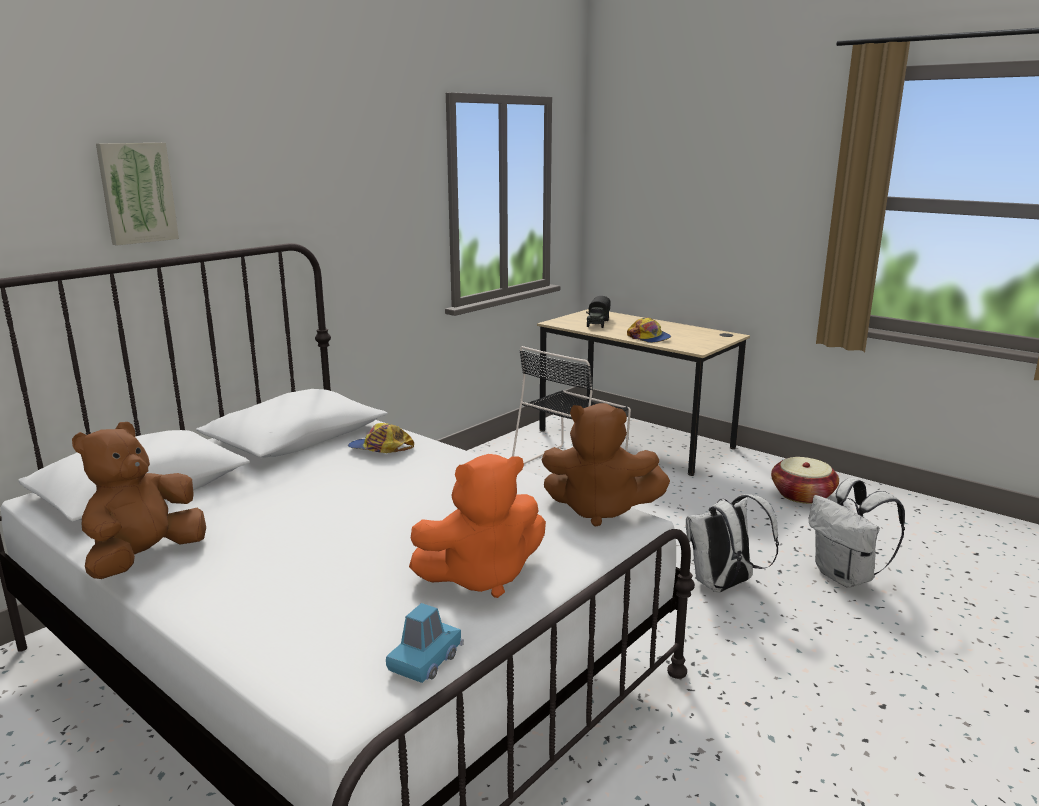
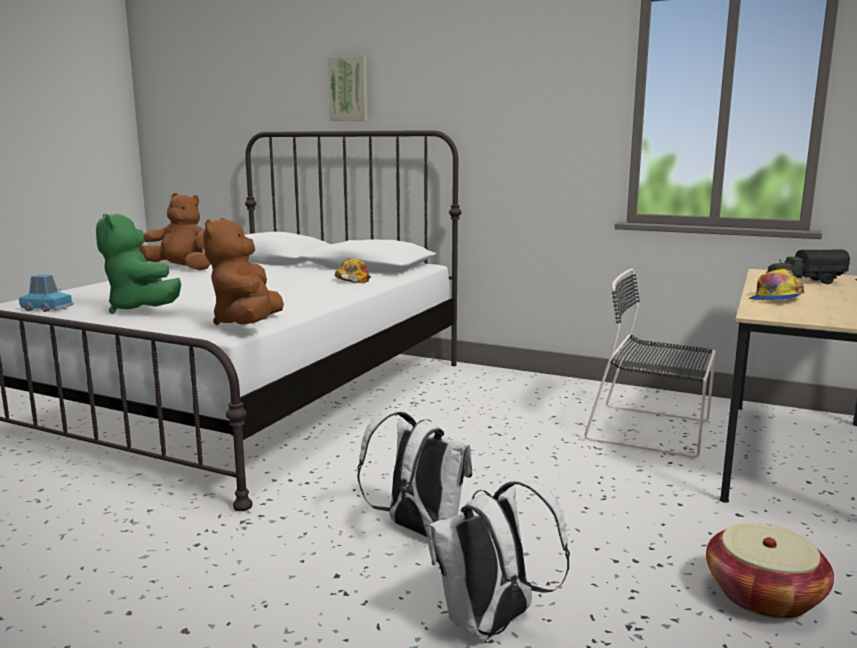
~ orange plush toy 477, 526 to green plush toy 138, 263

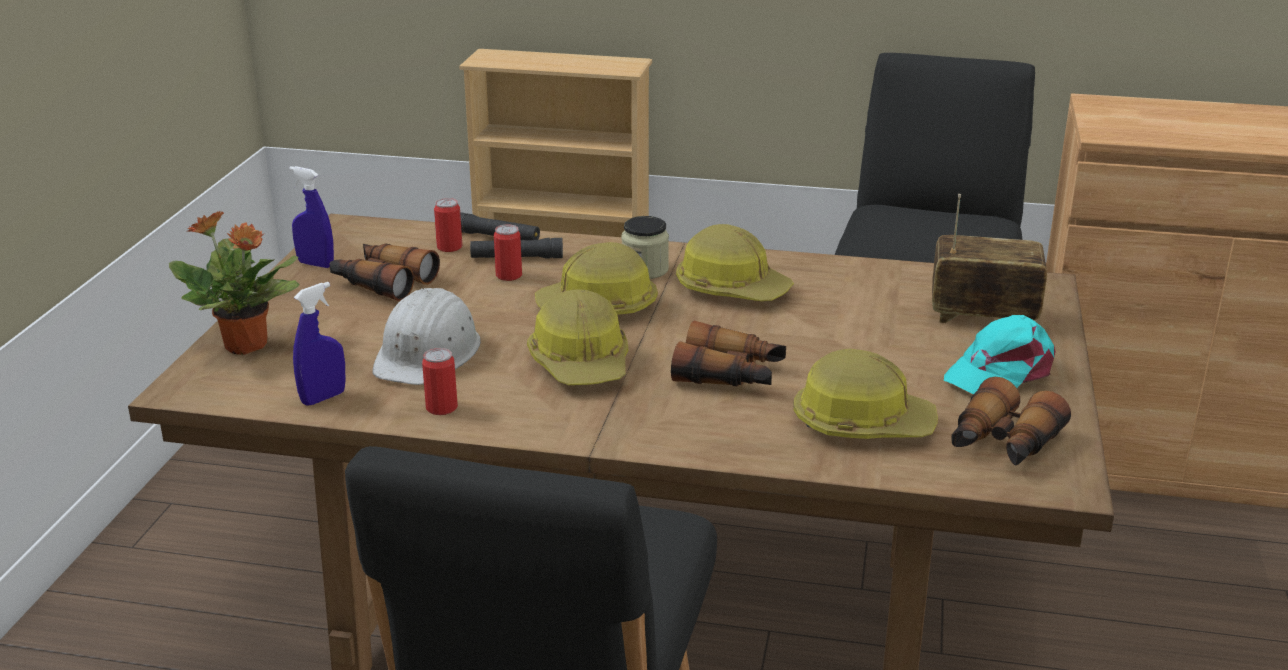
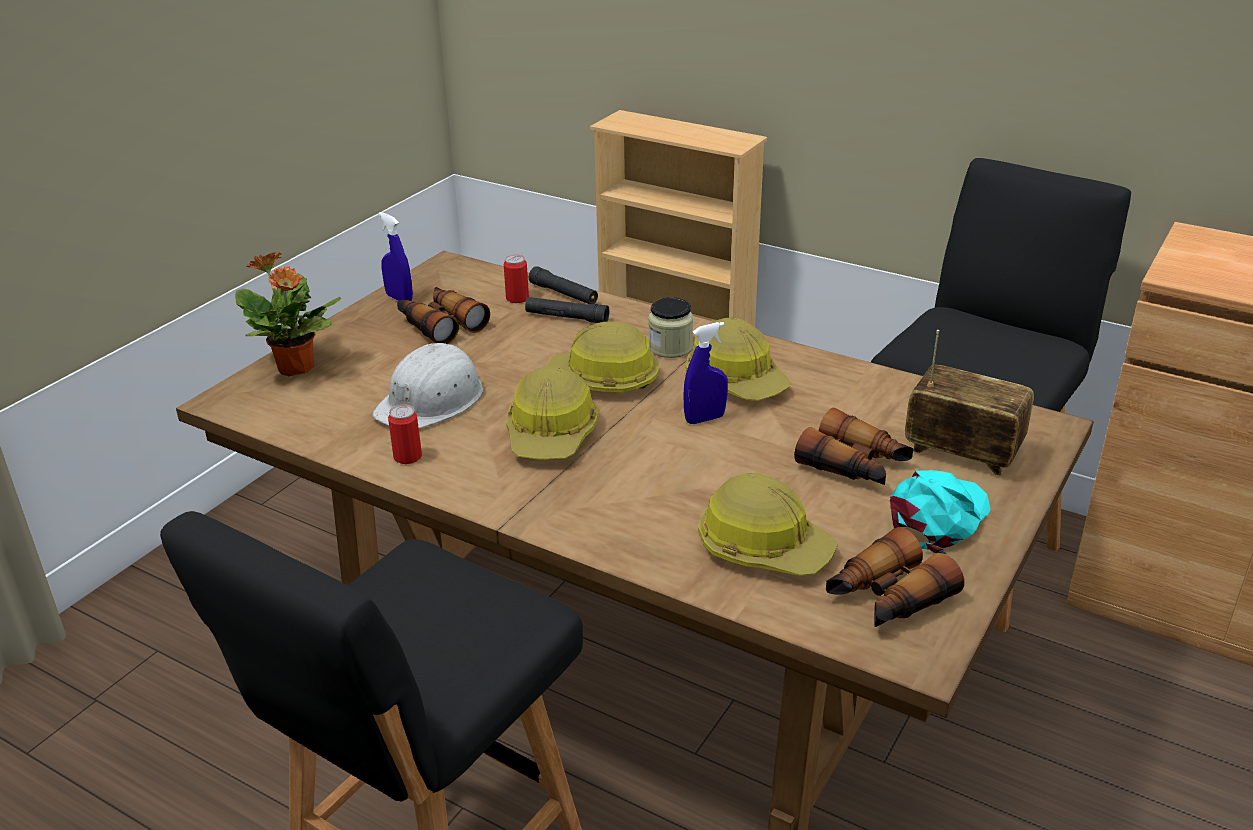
- can 508, 252
~ blue spray bottle 319, 344 to 705, 373
~ binoculars 728, 354 to 853, 446
~ turquoise cap 999, 354 = 940, 512 150 degrees clockwise

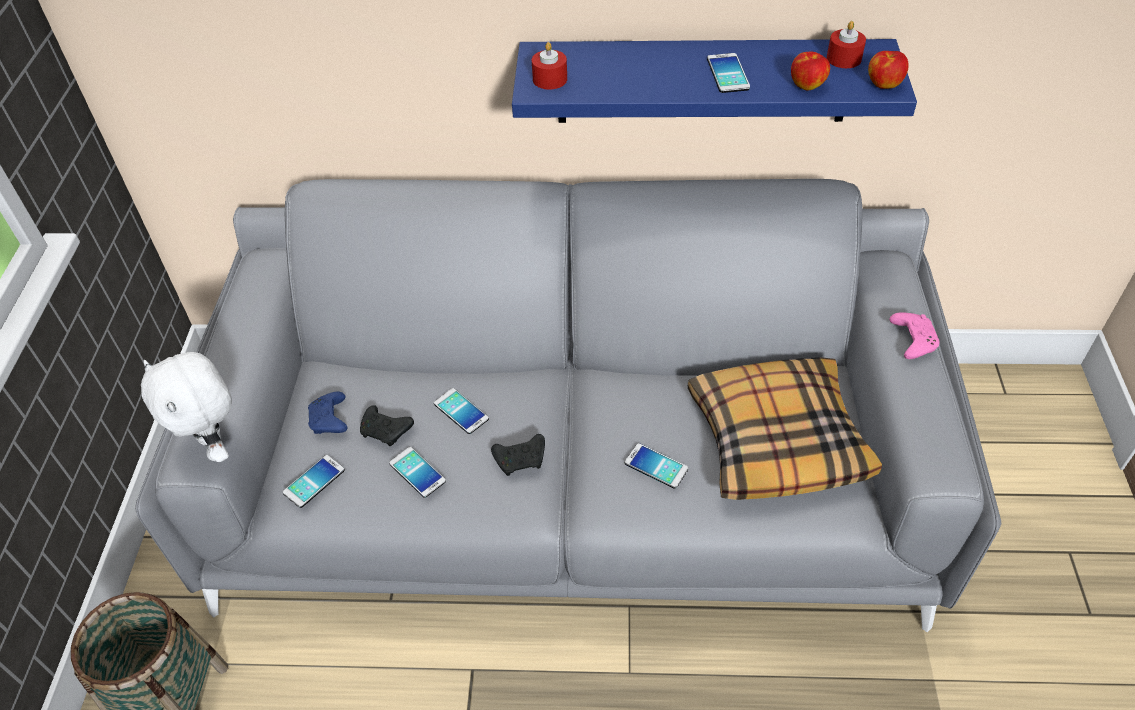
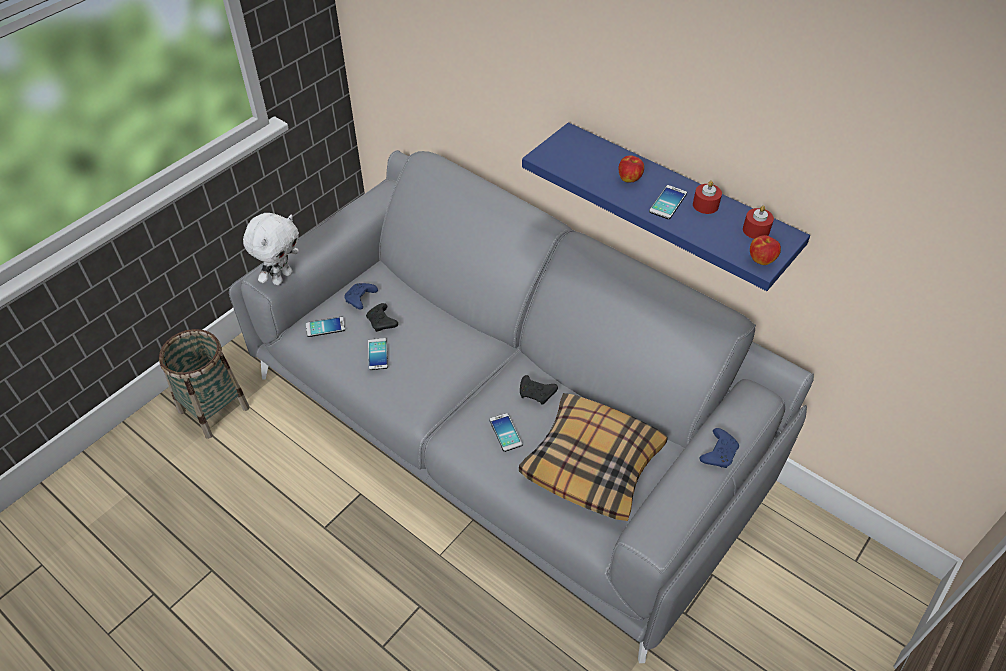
- phone 461, 411
~ black game controller 518, 455 to 539, 390
~ red candle 549, 66 to 707, 197
~ apple 810, 71 to 631, 168
~ pink game controller 914, 335 to blue game controller 719, 448
~ white plush toy 186, 407 = 271, 249 150 degrees counterclockwise

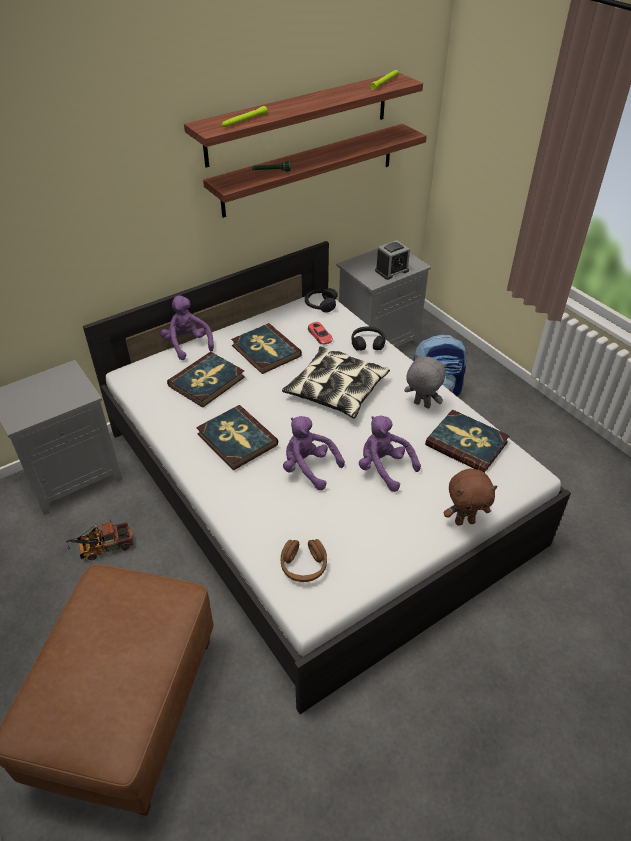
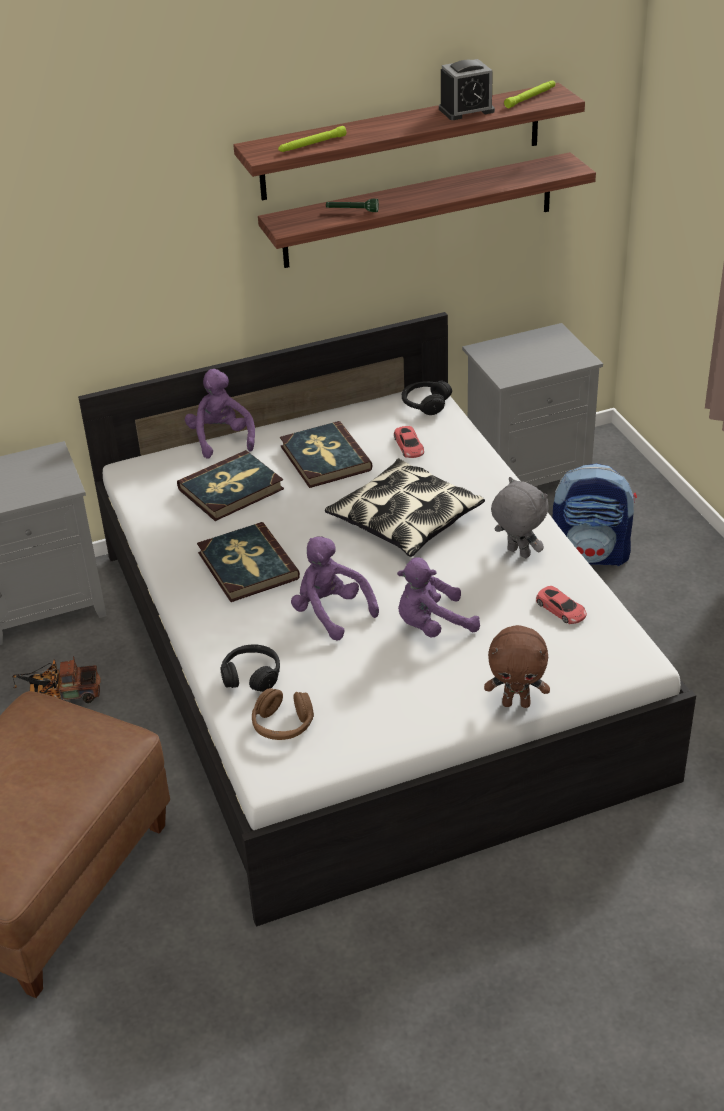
~ black headphones 368, 339 to 250, 668
~ alarm clock 392, 260 to 467, 89
~ book 467, 441 to red toy car 561, 605
~ purple plush toy 390, 454 = 438, 598 75 degrees counterclockwise

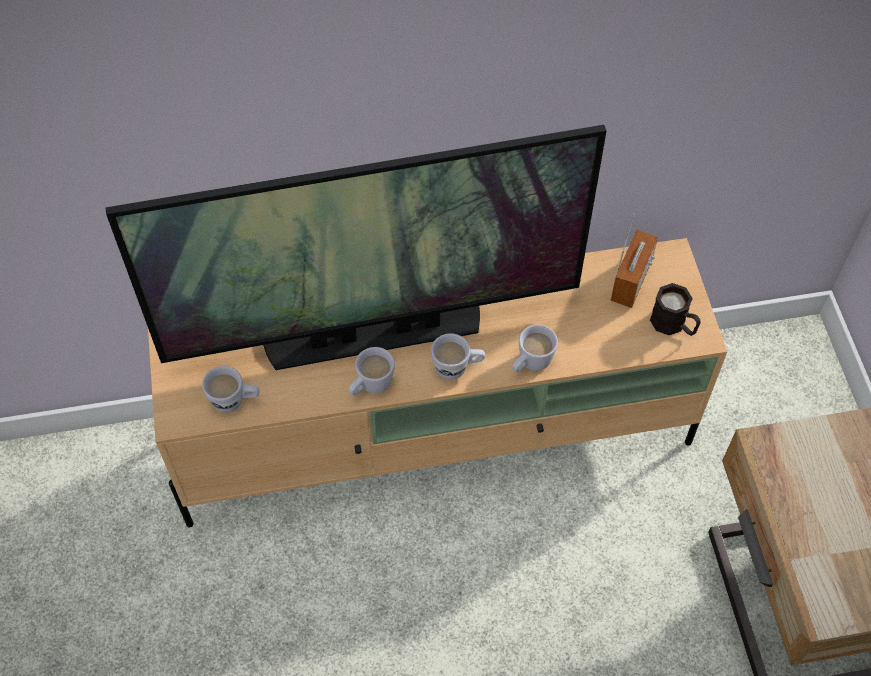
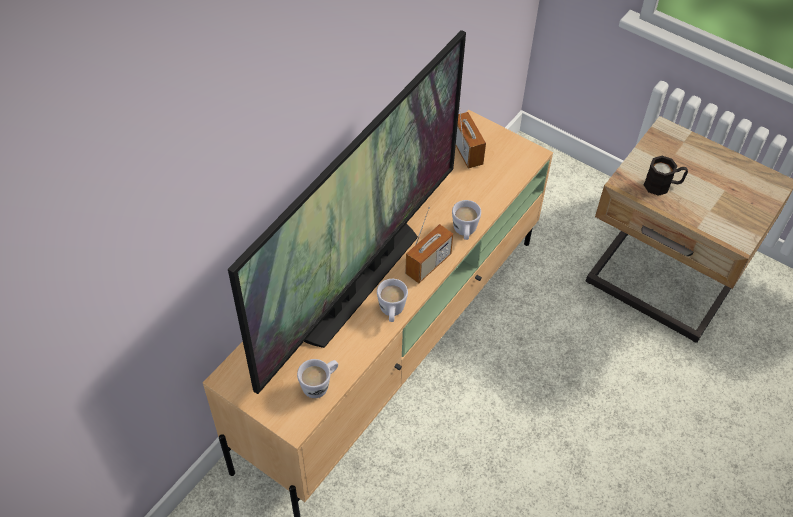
~ black mug 675, 309 to 666, 176
~ white mug 458, 356 to radio 429, 245

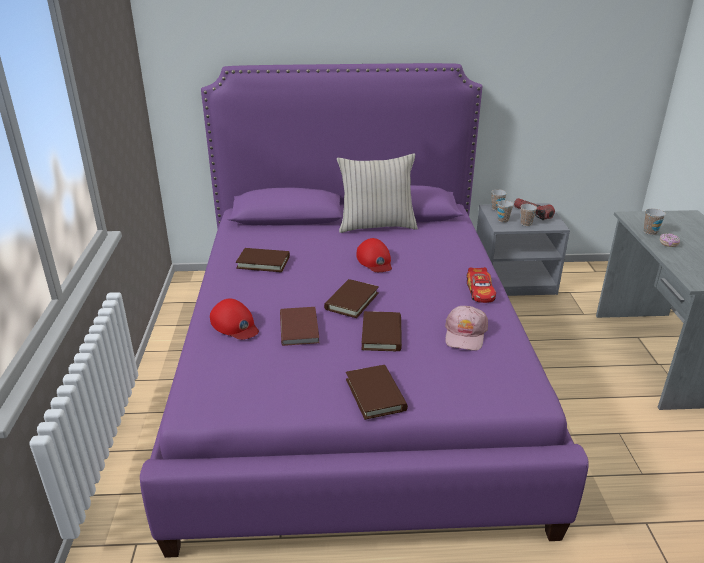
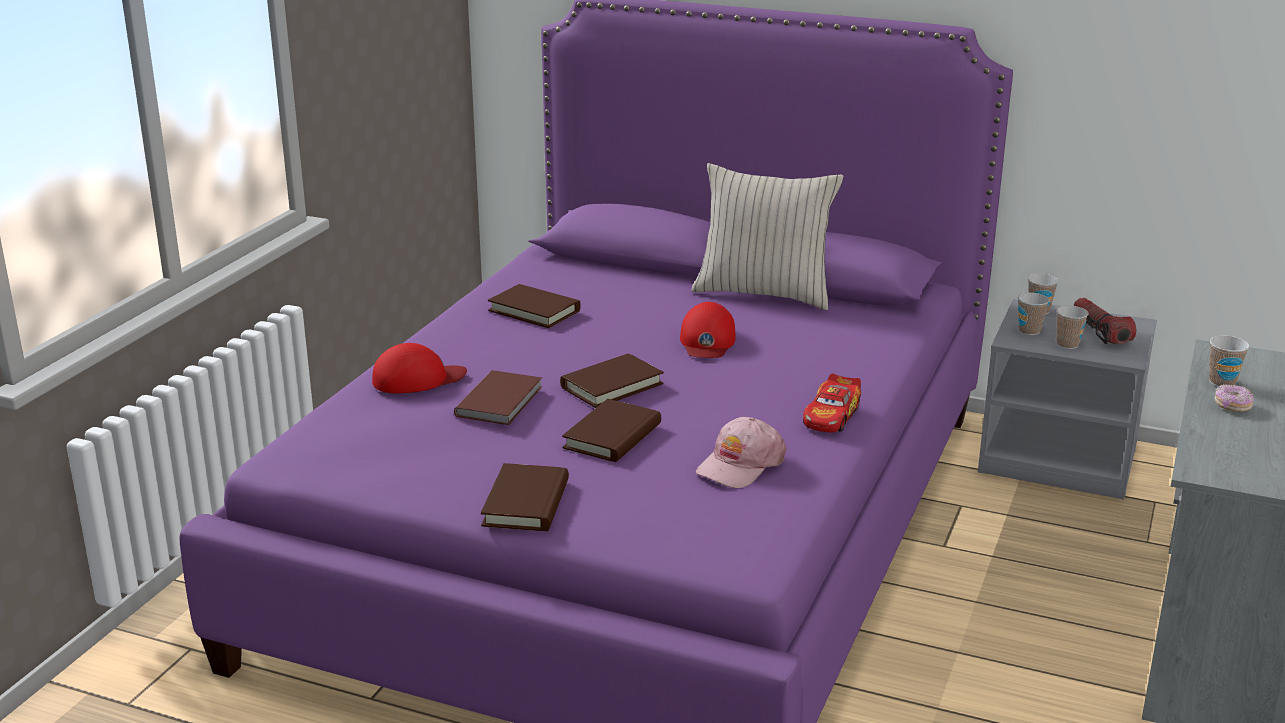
~ red cap 234, 319 = 419, 368 90 degrees counterclockwise

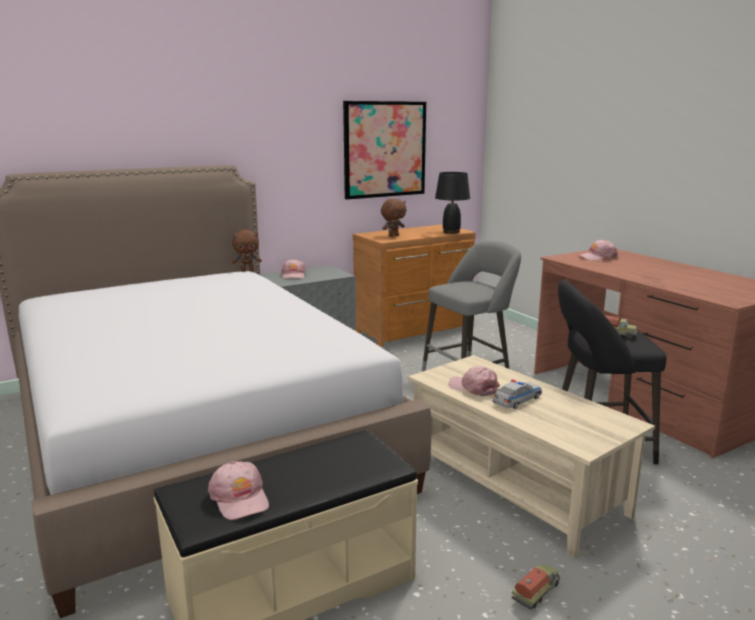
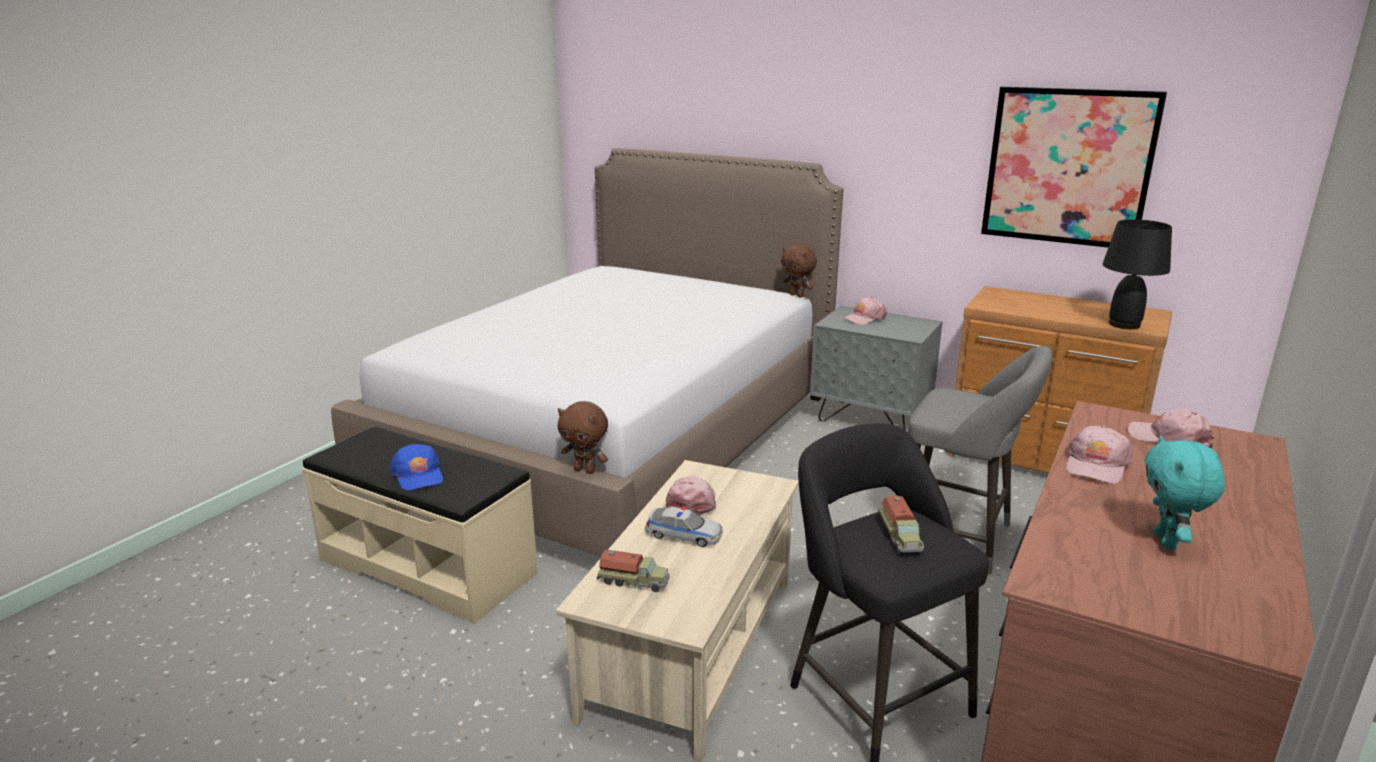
+ blue cap 416, 467
+ turquoise plush toy 1185, 492
~ pink cap 238, 490 to 1099, 455
~ brown plush toy 393, 218 to 583, 437
~ toy truck 536, 587 to 633, 570

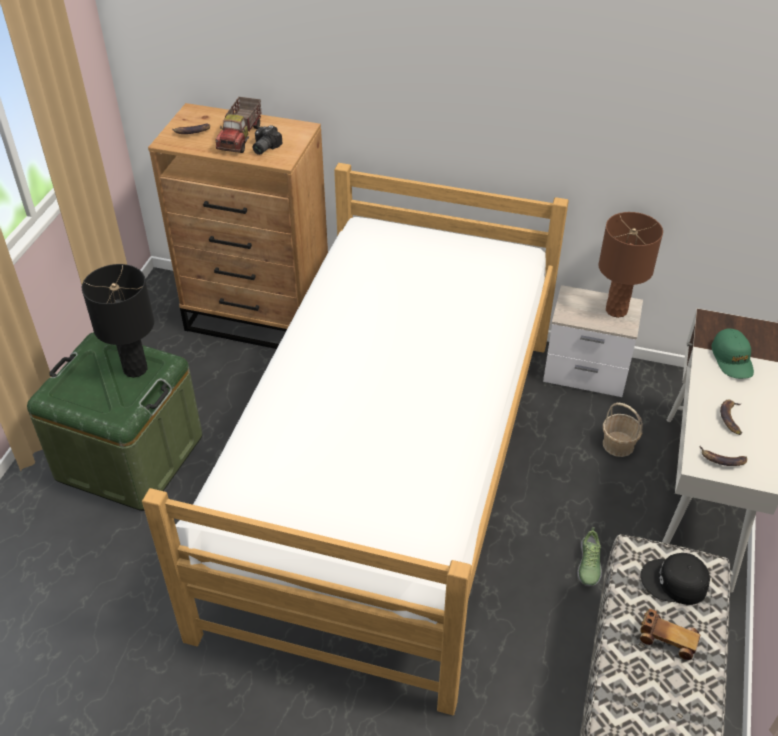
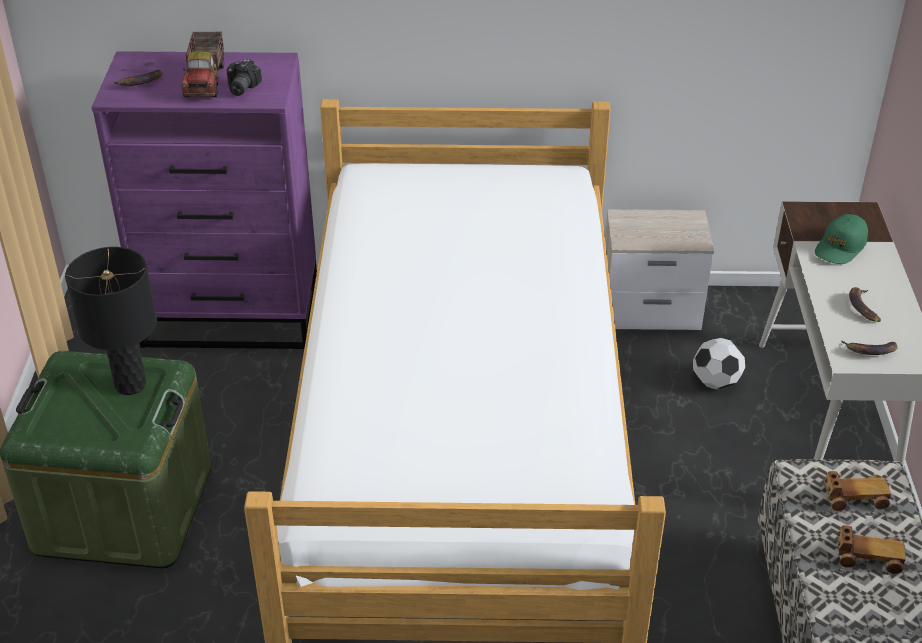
- shoe 589, 556
- brown table lamp 631, 265
~ basket 623, 430 to football 719, 364
~ black cap 675, 579 to toy car 857, 491
~ brown dresser 238, 226 to purple dresser 204, 200
~ green cap 733, 353 = 841, 239 60 degrees clockwise

